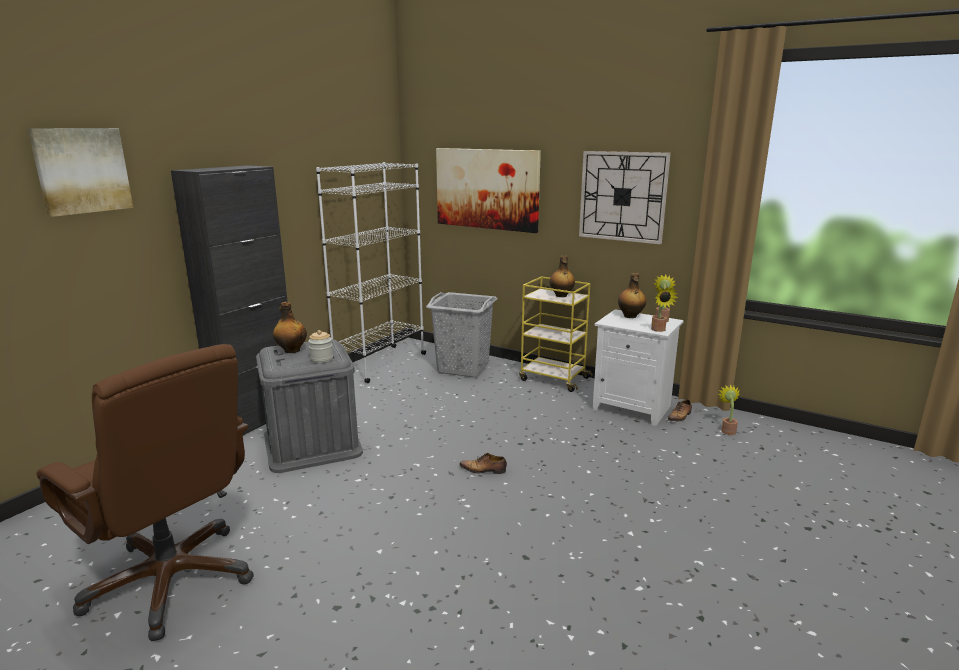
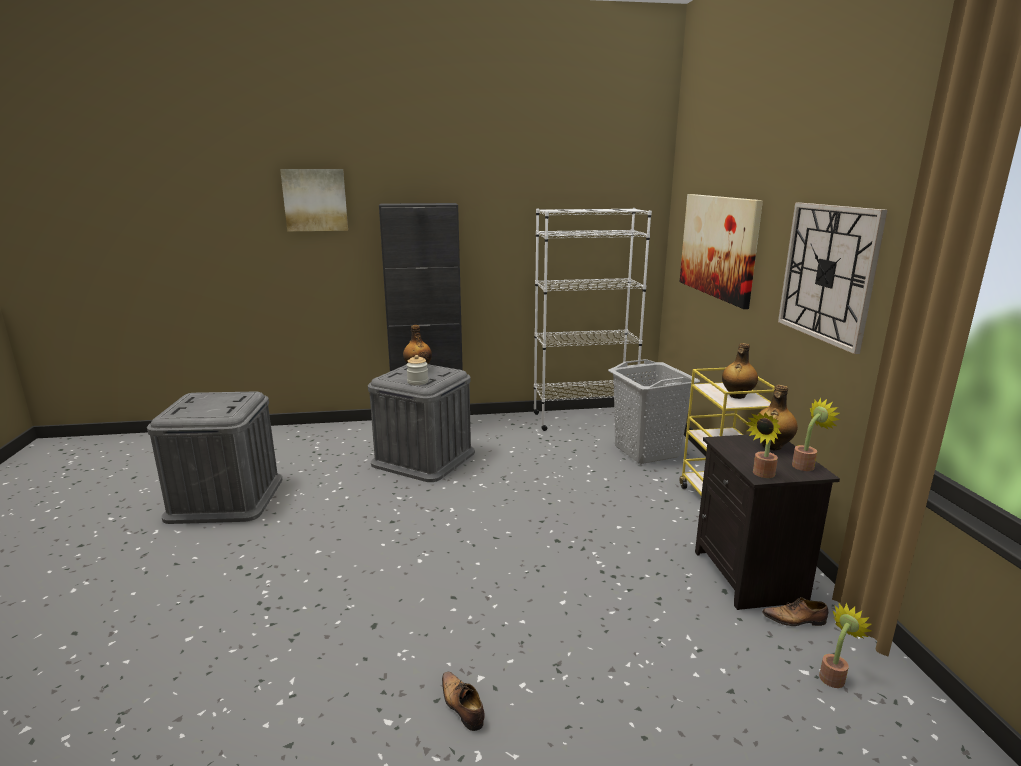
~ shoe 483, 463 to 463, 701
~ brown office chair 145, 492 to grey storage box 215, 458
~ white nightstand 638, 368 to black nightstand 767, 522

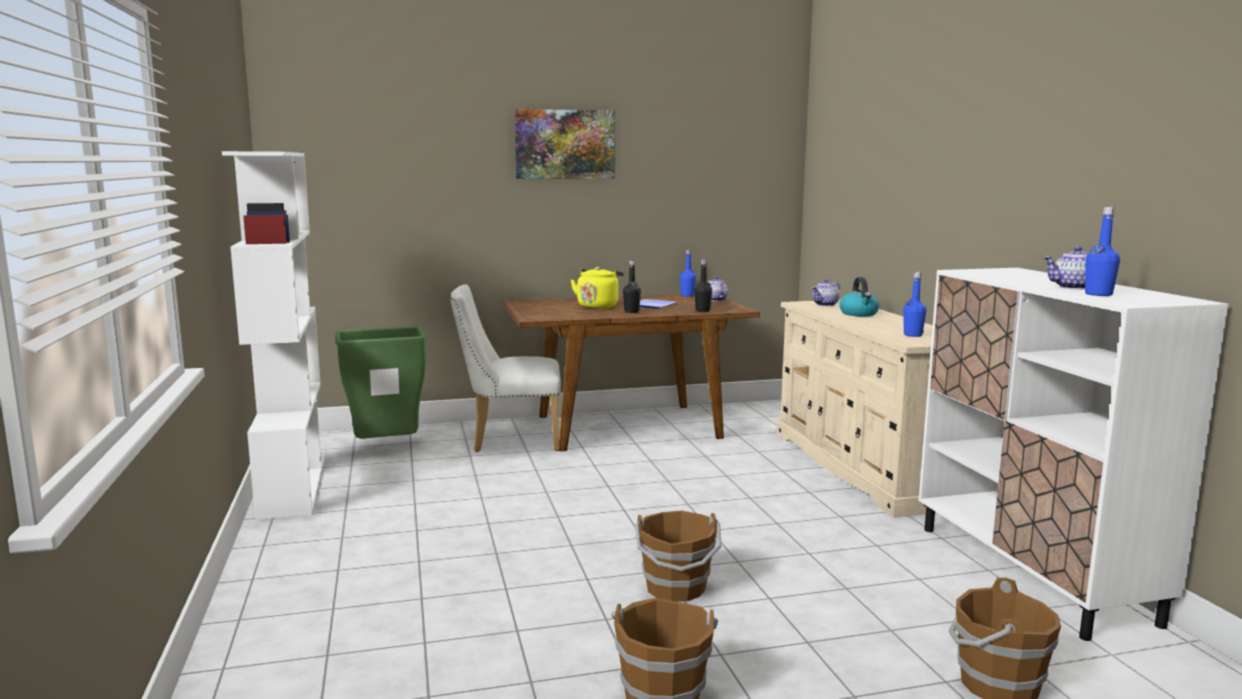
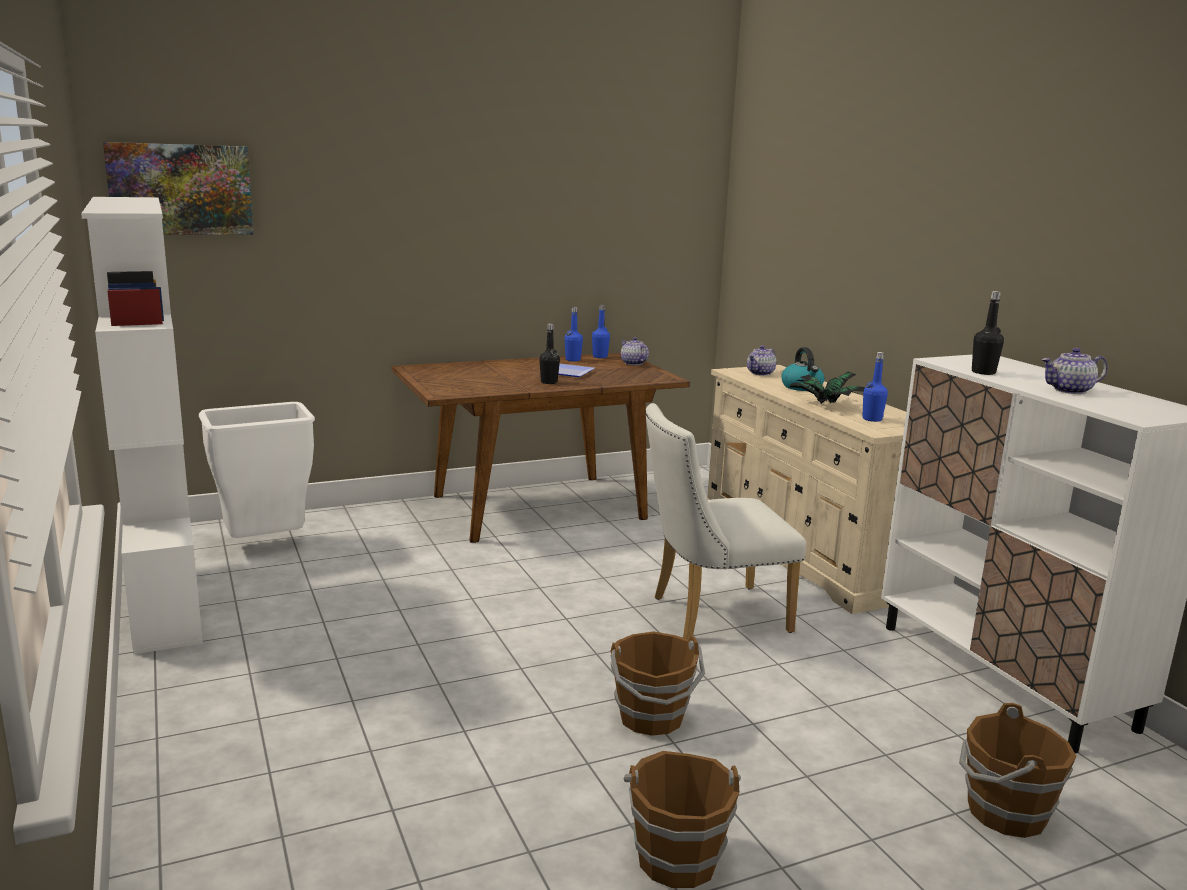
- yellow kettle 597, 288
+ potted plant 827, 388
~ white chair 505, 368 to 726, 521
~ picture 564, 144 to 178, 188
~ black bottle 703, 285 to 988, 333
~ blue bottle 1102, 251 to 573, 334
~ green trash can 381, 382 to white trash can 257, 470

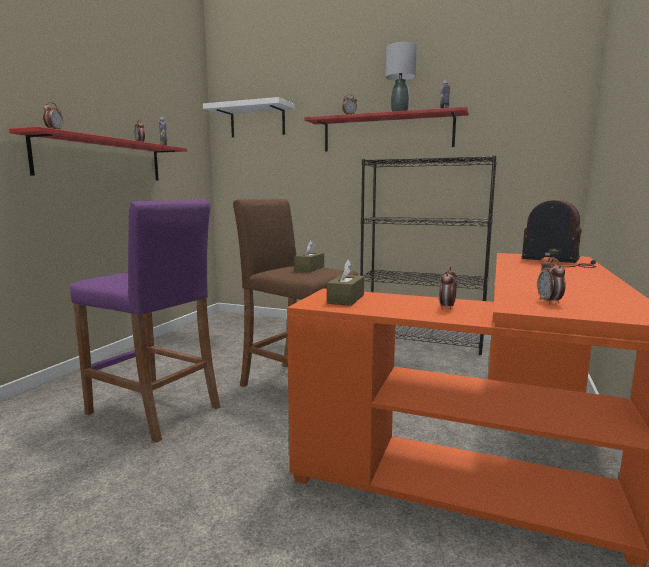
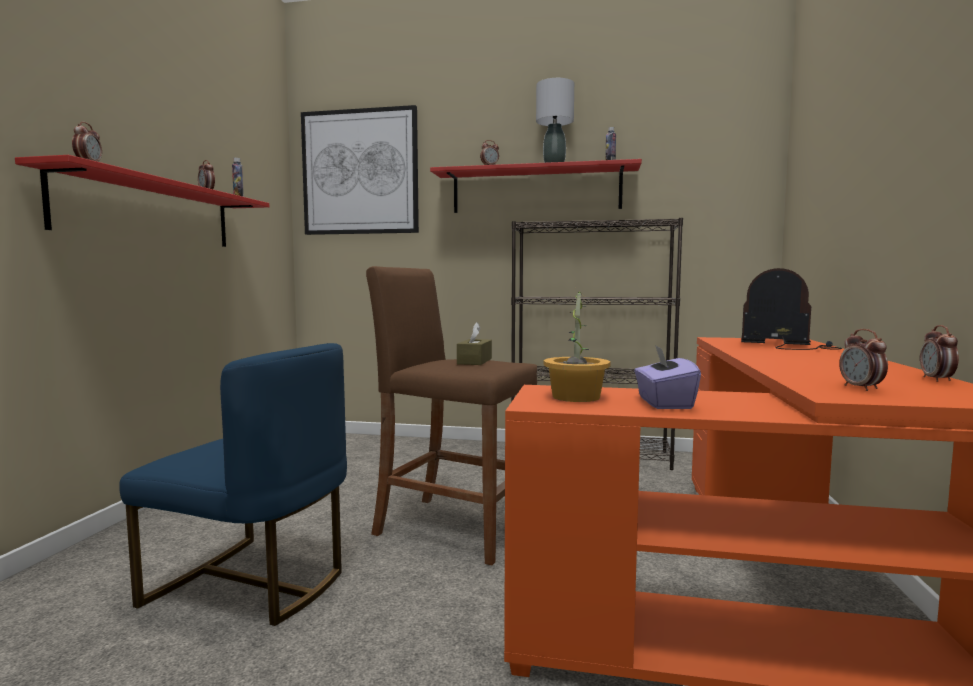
+ purple tissue box 667, 377
~ alarm clock 448, 287 to 939, 353
~ purple stool 145, 321 to blue chair 233, 484
~ white shelf 248, 117 to picture 360, 170
~ brown tissue box 345, 282 to potted plant 577, 346

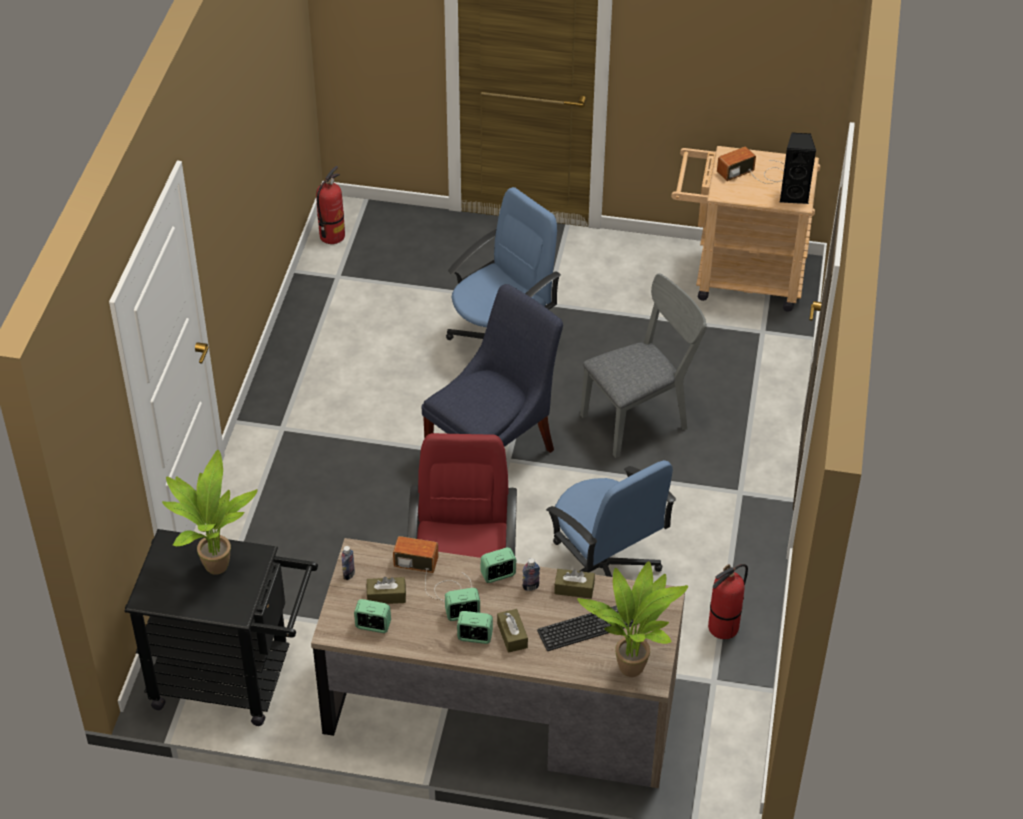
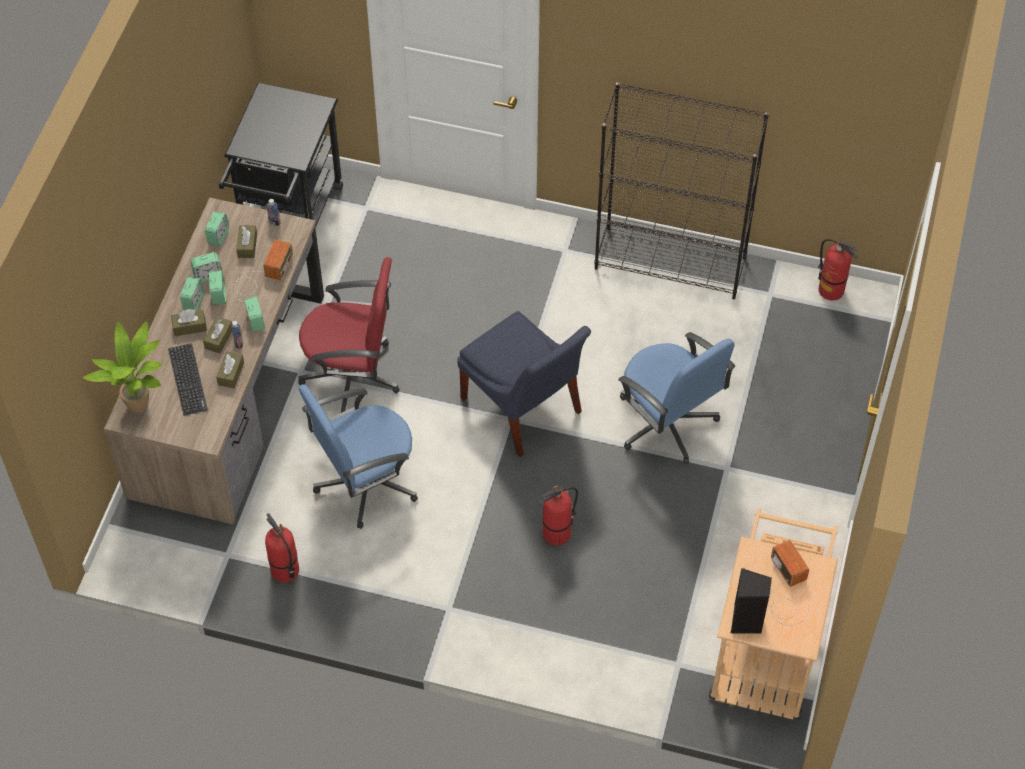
- potted plant 210, 512
+ alarm clock 206, 267
+ brown tissue box 217, 334
+ black bookcase 681, 190
~ grey chair 643, 365 to fire extinguisher 558, 516

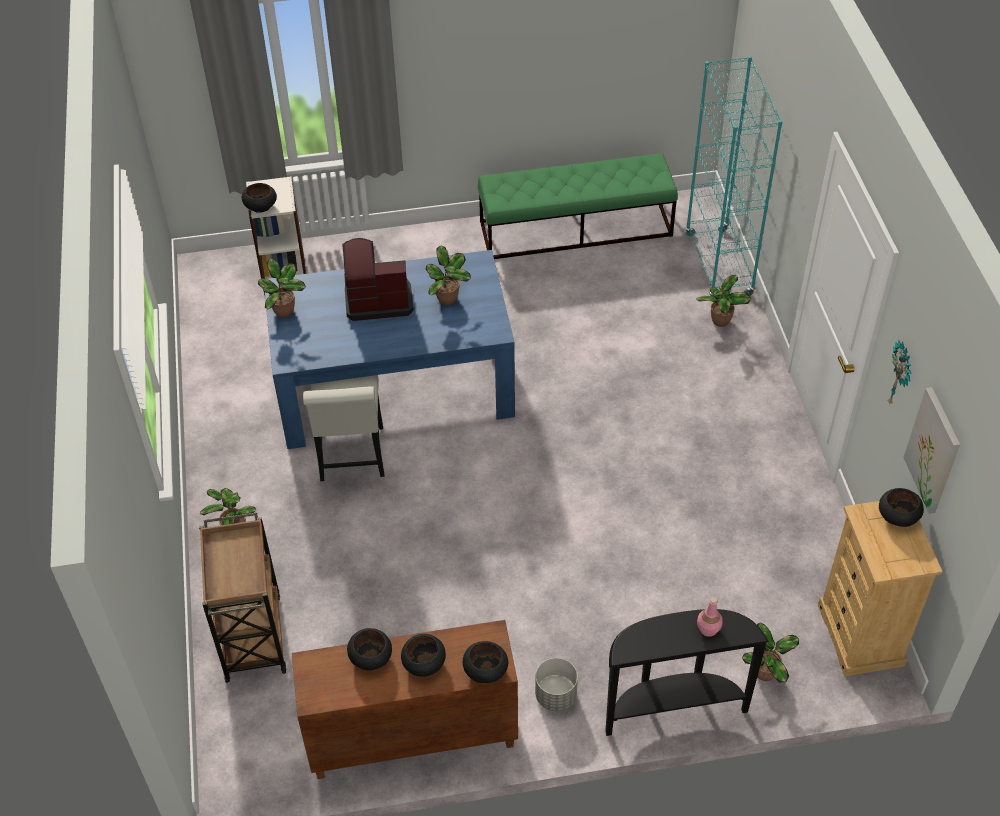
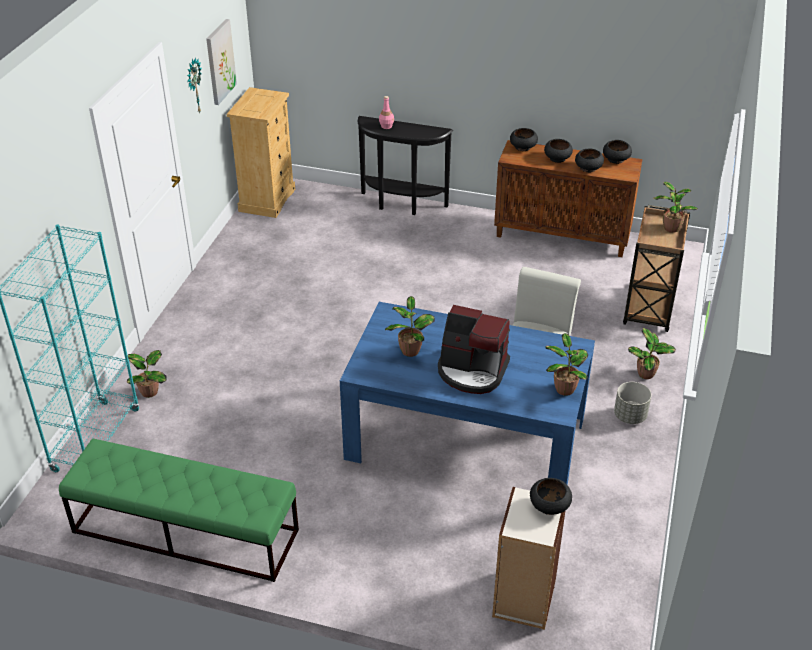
~ grey planter 556, 684 to 632, 403
~ potted plant 770, 652 to 675, 207
~ black bowl 901, 507 to 617, 152

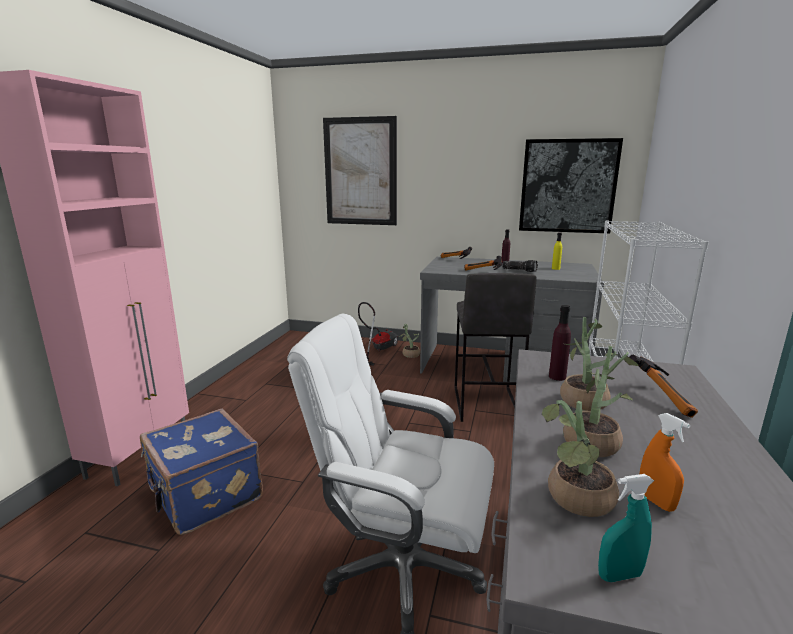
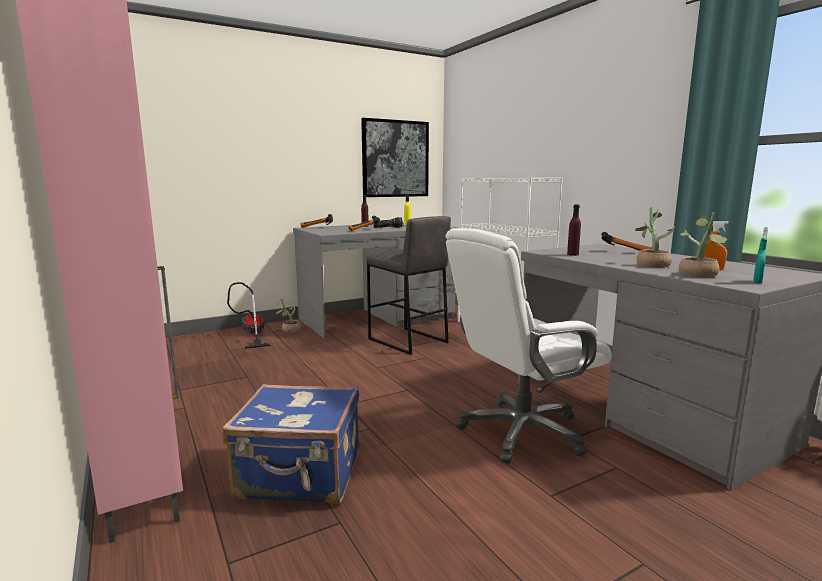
- picture 360, 170
- potted plant 588, 364

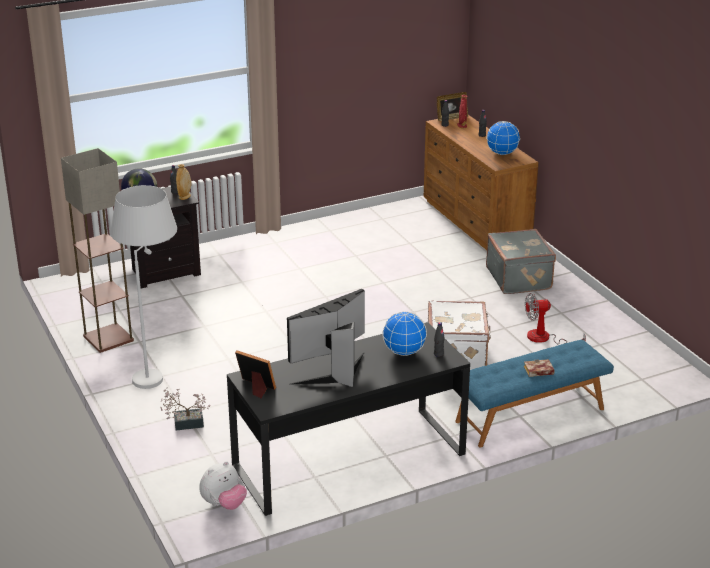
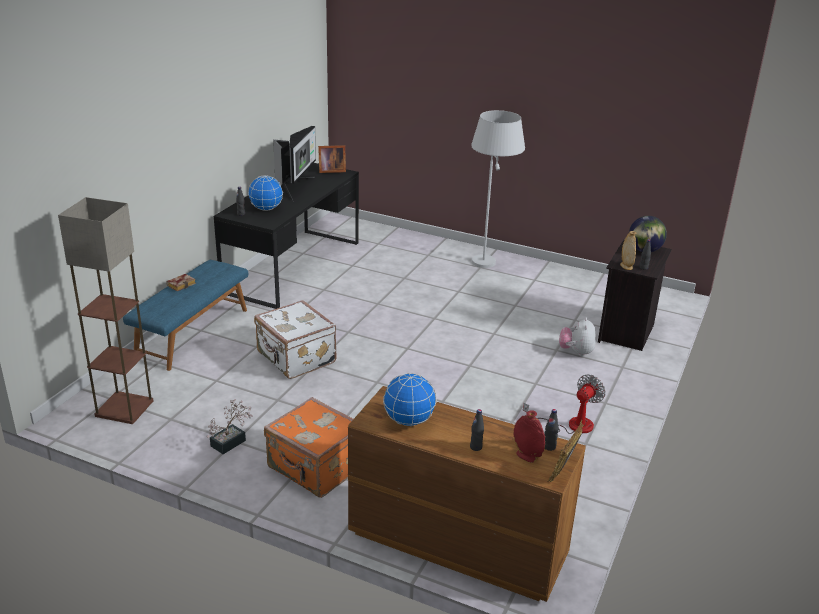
~ floor lamp 97, 250 to 105, 310
~ potted plant 185, 409 to 230, 426
~ plush toy 223, 485 to 577, 337
~ fan 555, 319 to 564, 404
~ grey suitcase 521, 261 to orange suitcase 308, 447

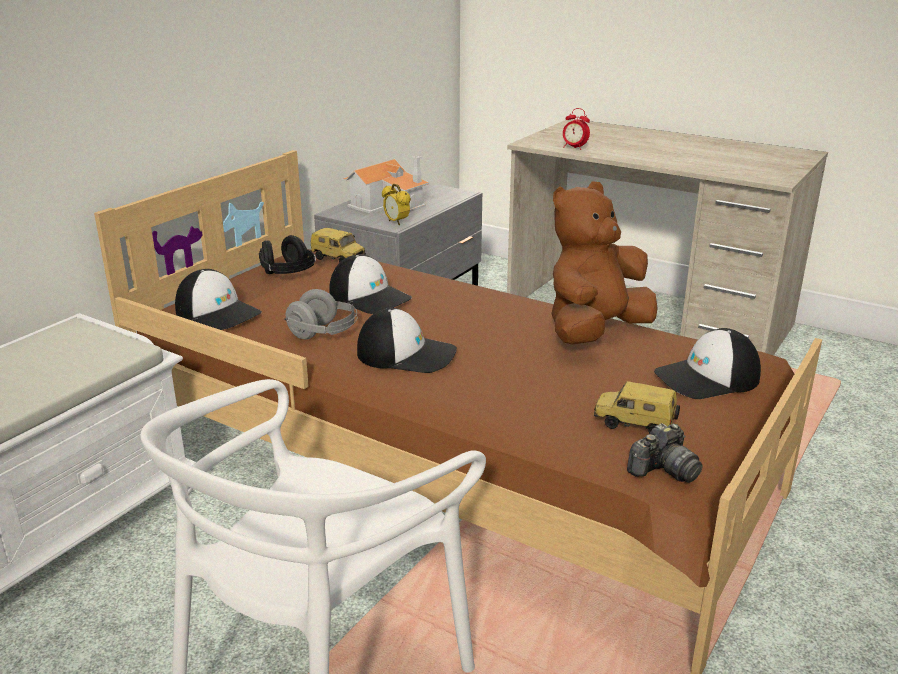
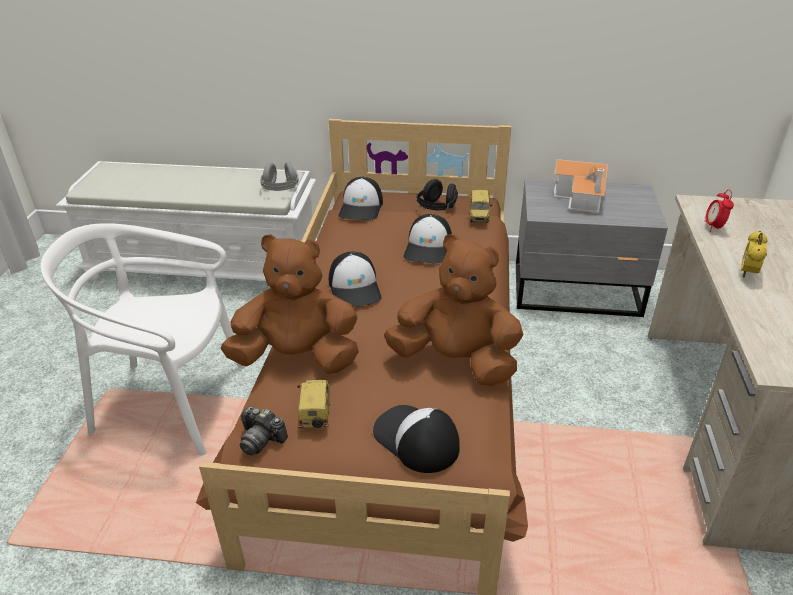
+ brown plush toy 290, 304
~ grey headphones 321, 314 to 279, 176
~ alarm clock 396, 204 to 754, 254

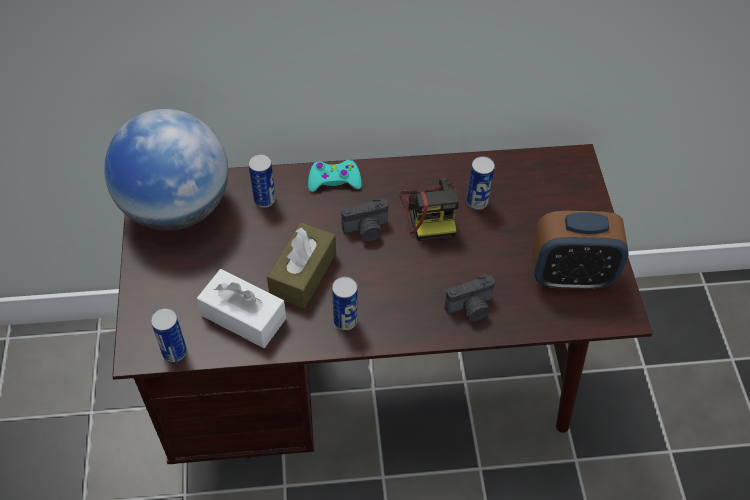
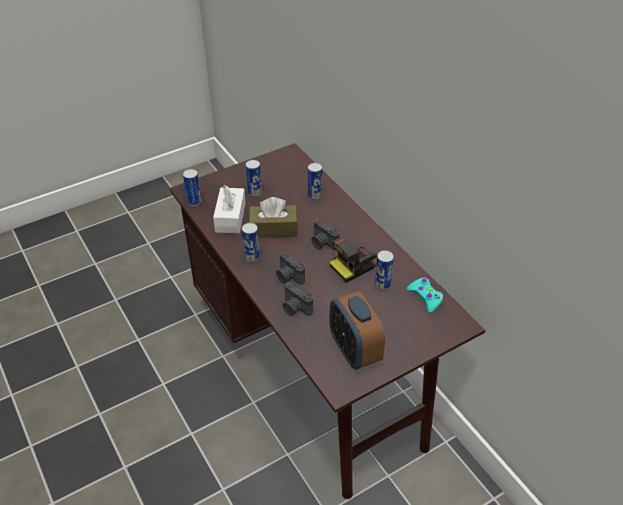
- globe 166, 170
+ can 254, 178
+ photo camera 290, 268
~ turquoise game controller 335, 176 to 425, 295

